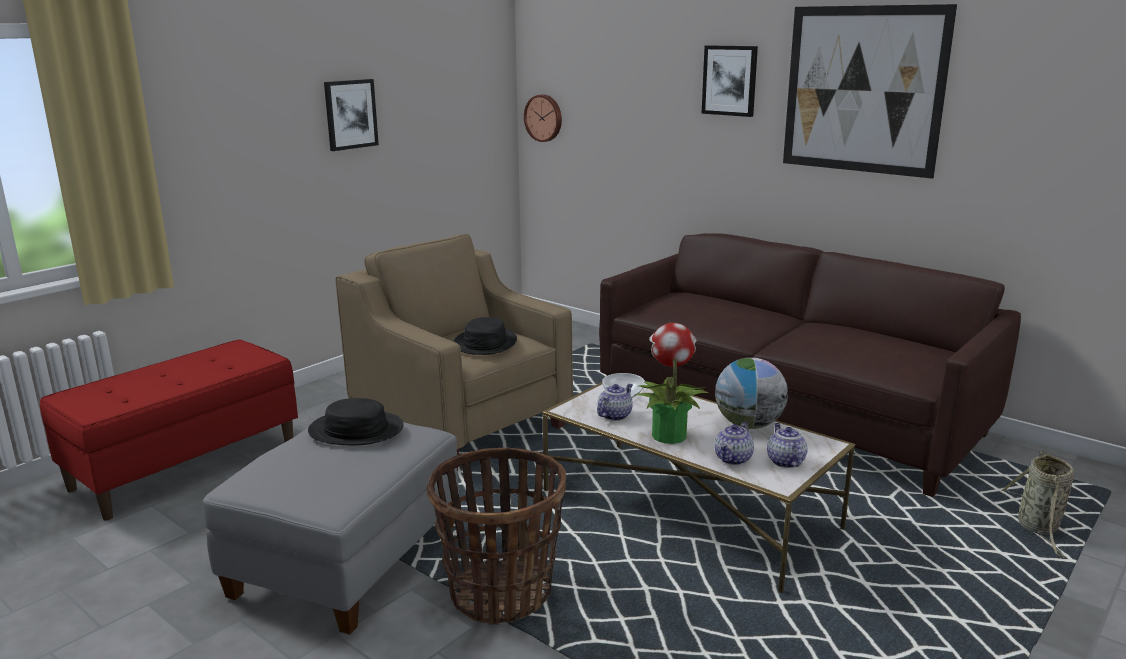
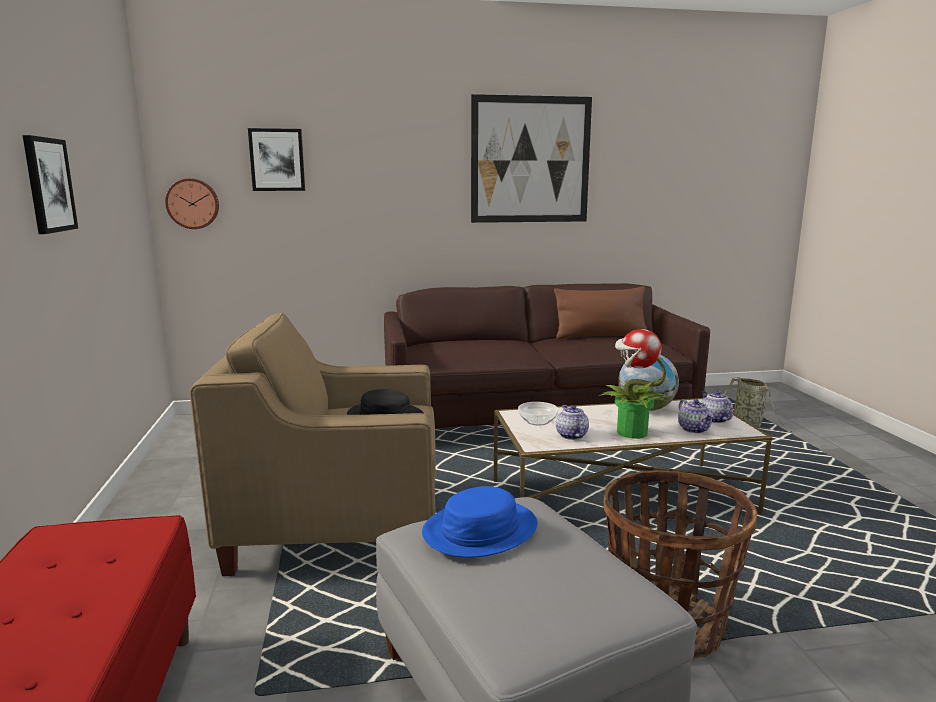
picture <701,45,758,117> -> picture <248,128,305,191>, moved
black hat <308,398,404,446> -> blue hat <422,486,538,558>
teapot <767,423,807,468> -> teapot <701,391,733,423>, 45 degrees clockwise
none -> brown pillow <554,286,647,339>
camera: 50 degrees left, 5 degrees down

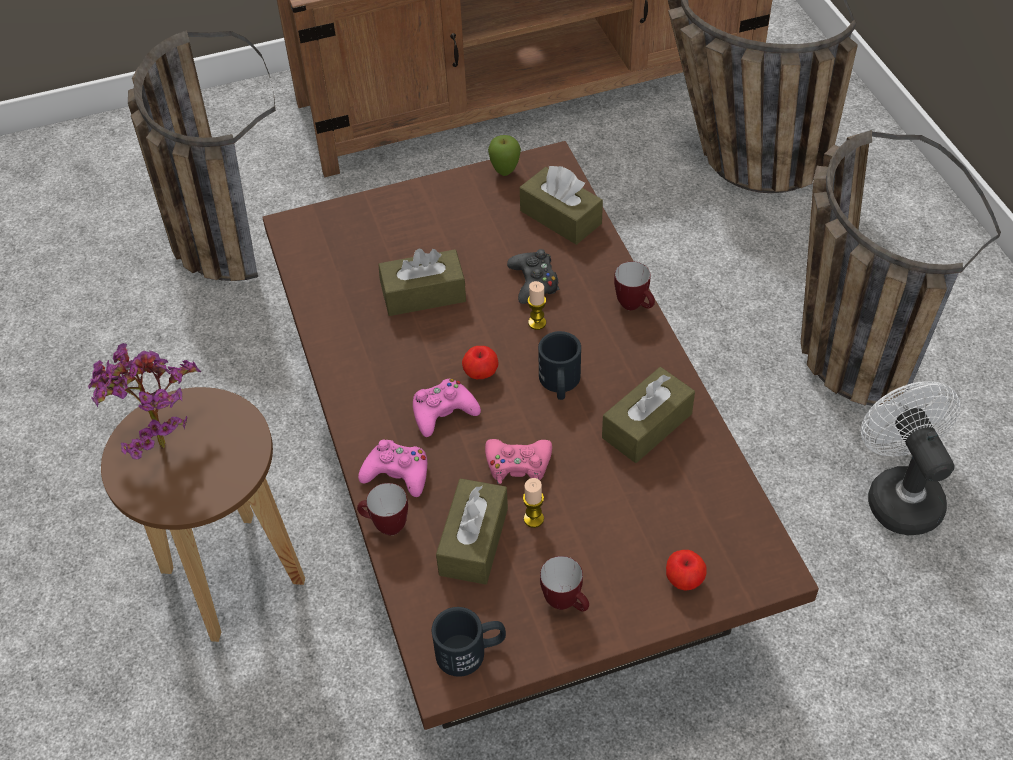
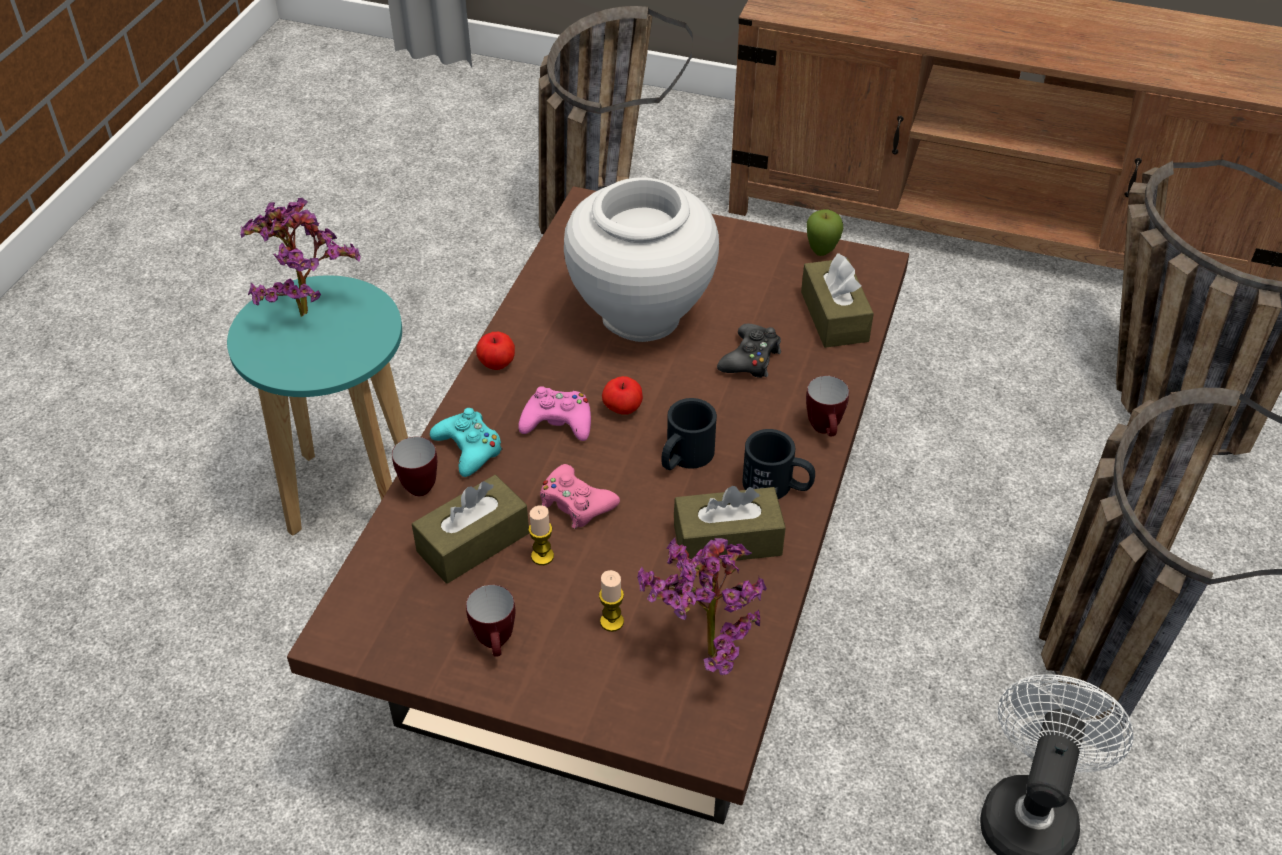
brown tissue box <378,249,466,316> -> white vase <564,177,719,342>
candle <528,281,546,330> -> candle <599,570,624,632>, moved
brown stool <101,387,305,642> -> turquoise stool <227,276,408,536>
pink game controller <358,440,427,497> -> turquoise game controller <430,408,503,477>
apple <666,550,707,591> -> apple <476,332,515,370>, moved
black mug <431,607,506,677> -> black mug <742,429,815,499>, moved
none -> potted plant <637,538,767,675>
camera: 35 degrees right, 5 degrees down

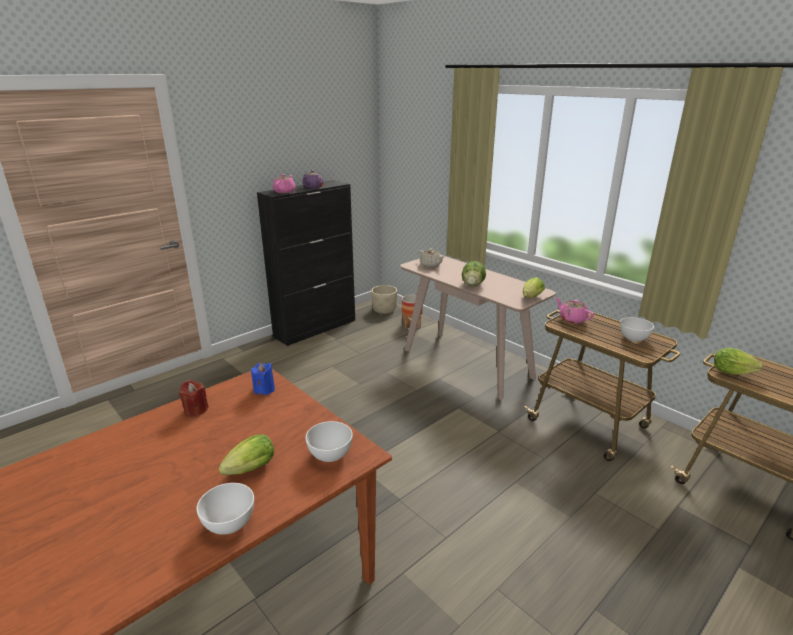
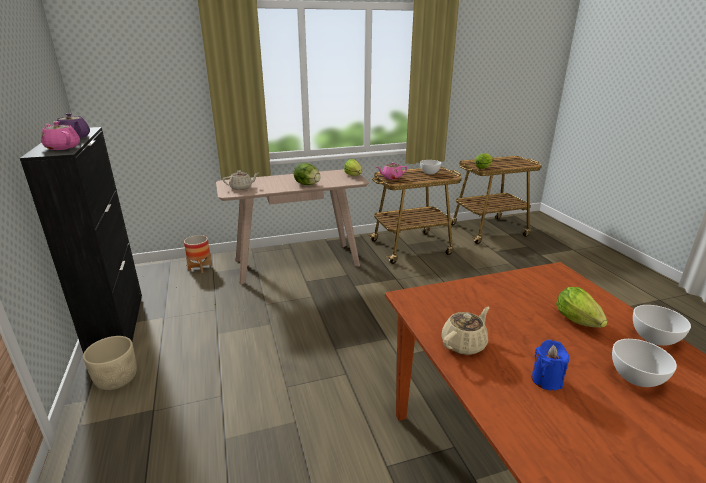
beige planter <371,285,397,314> -> beige planter <83,336,137,390>, moved
blue candle <251,363,275,395> -> blue candle <532,340,569,391>, moved
red candle <179,380,209,417> -> beige teapot <441,307,490,355>
white bowl <306,421,353,462> -> white bowl <612,339,677,387>, moved
camera: 65 degrees left, 0 degrees up

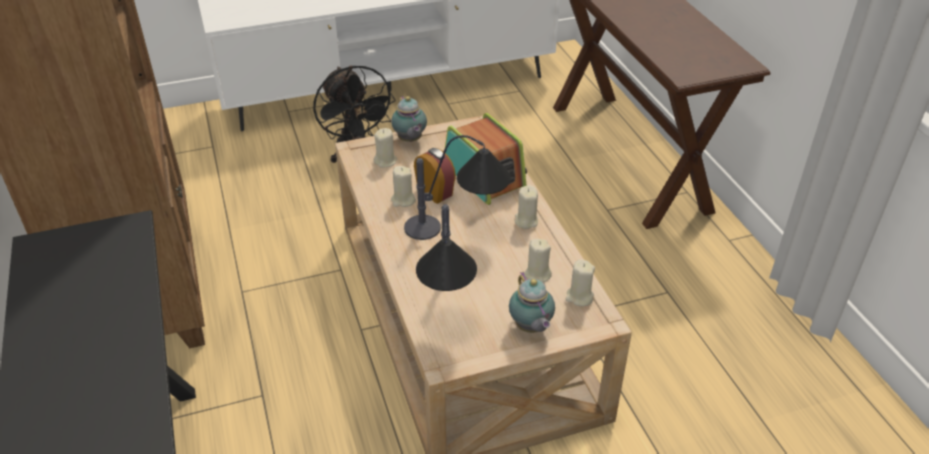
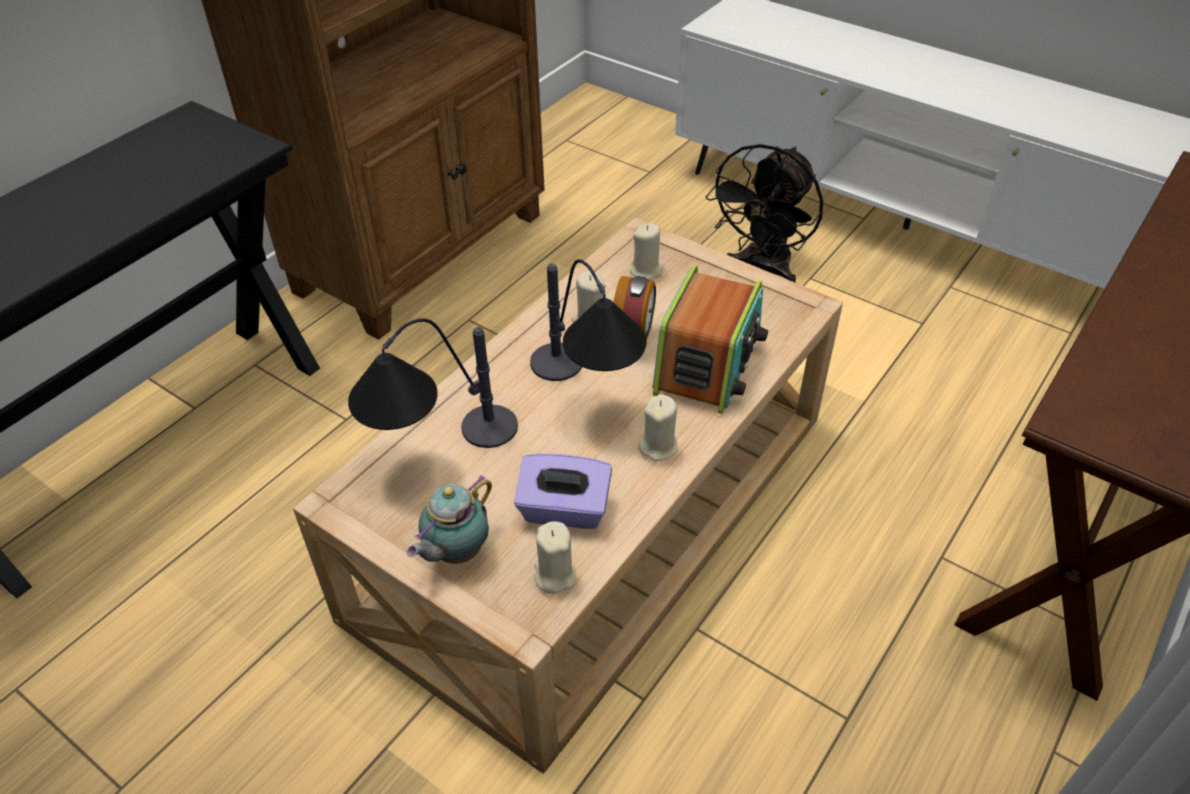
teapot <391,96,427,142> -> none
beige candle <524,239,552,282> -> purple tissue box <514,453,612,529>
camera: 55 degrees right, 5 degrees up

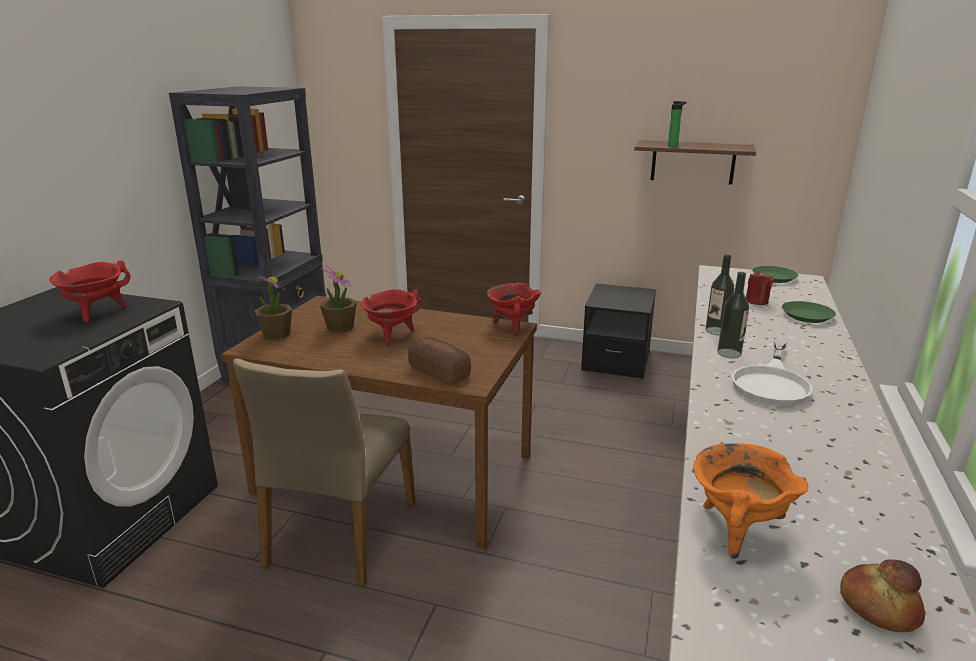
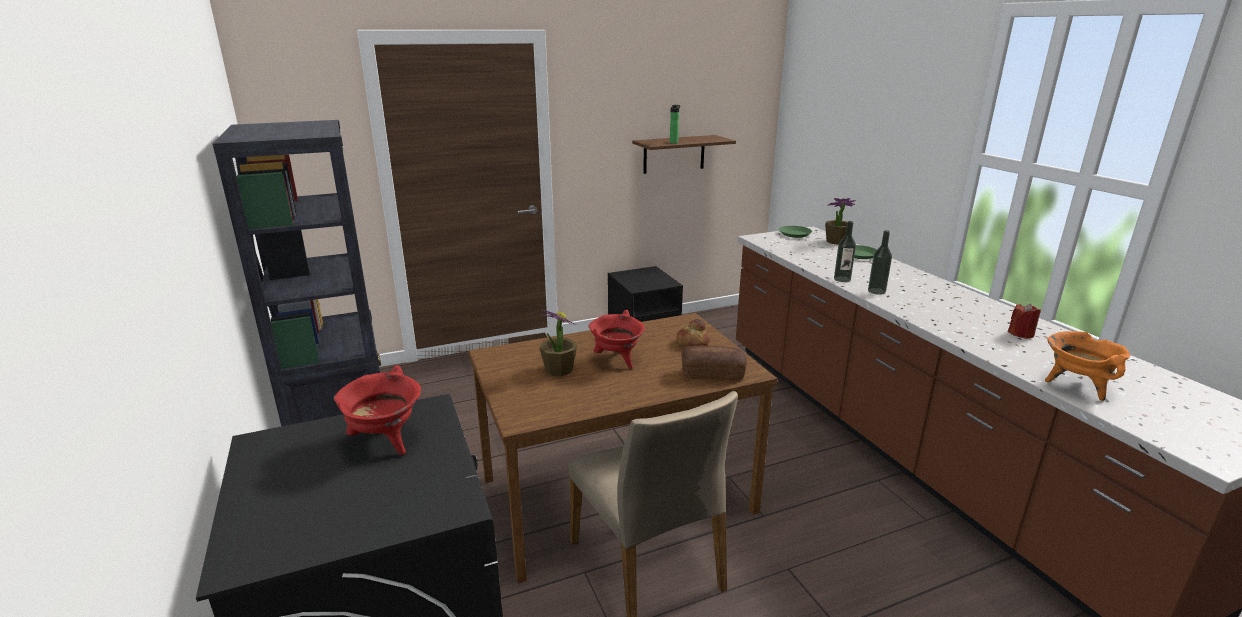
red candle <746,271,773,305> -> red candle <1008,303,1041,339>, moved
potted plant <254,273,292,340> -> potted plant <825,198,856,245>, moved
red cooking pot <487,283,542,336> -> none
white frying pan <732,341,813,406> -> none
bread <840,559,925,633> -> bread <677,319,710,347>, moved
camera: 40 degrees left, 0 degrees up

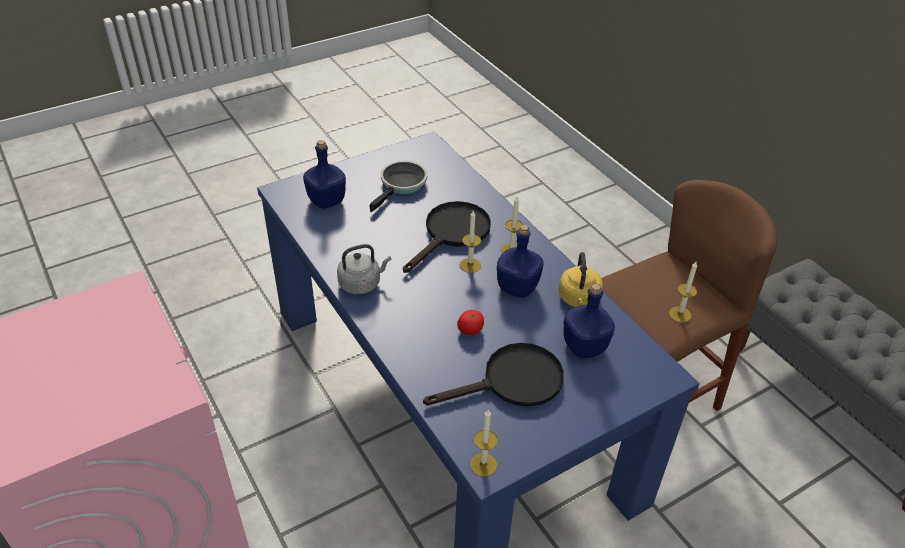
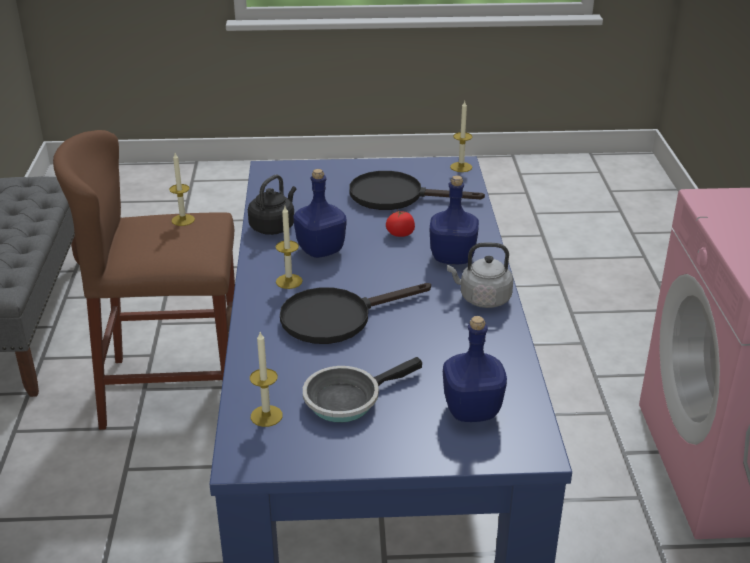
candle <460,211,481,273> -> candle <250,332,283,427>, moved
yellow kettle <559,252,603,307> -> black kettle <248,175,296,235>
blue bottle <563,284,615,358> -> blue bottle <429,175,479,264>, moved
camera: 150 degrees left, 10 degrees down

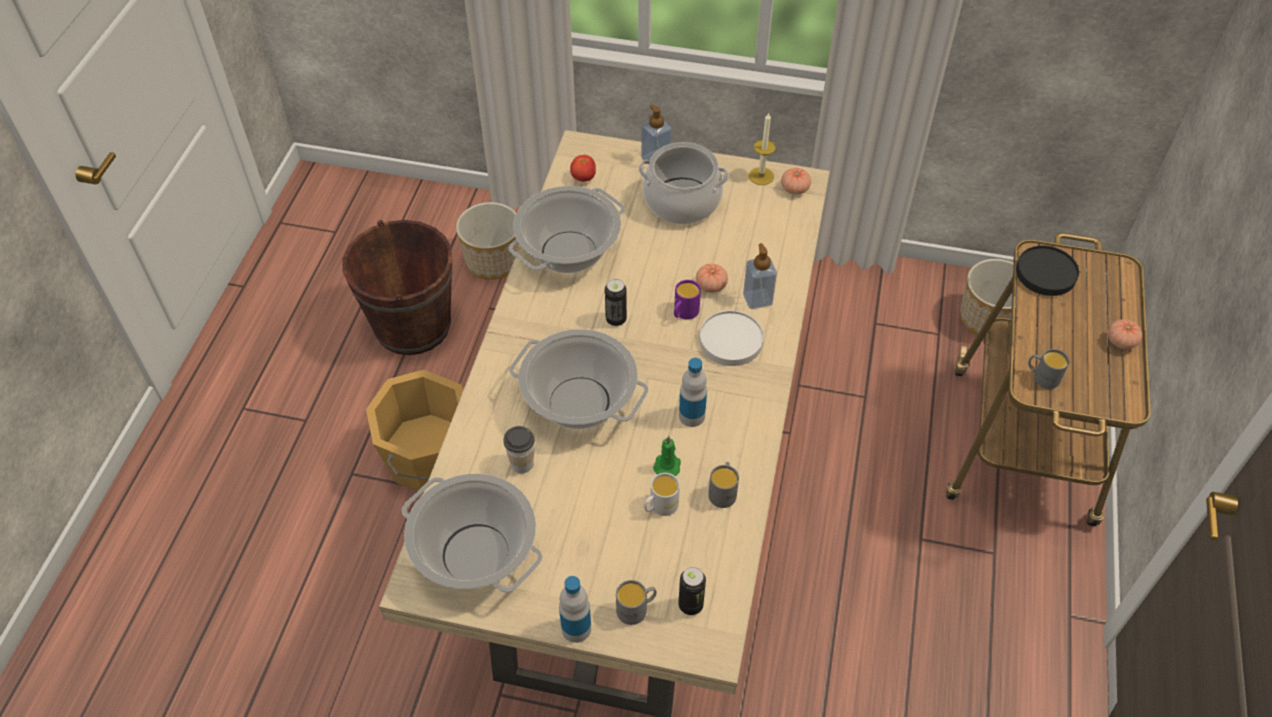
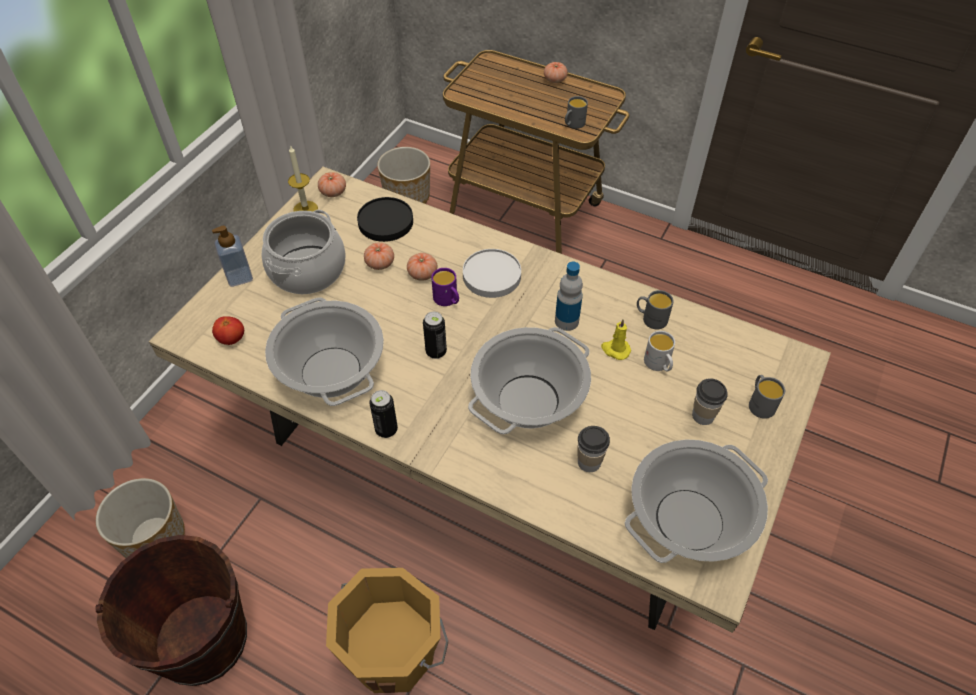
soap dispenser <743,243,777,309> -> none
black plate <1016,245,1079,296> -> black plate <357,197,413,242>, moved
green candle <653,436,681,476> -> yellow candle <601,319,631,360>
can <678,567,706,615> -> can <370,390,398,438>, moved
bottle <559,576,591,643> -> none
none -> tomato <364,243,394,270>
none -> cup <692,378,728,425>
camera: 75 degrees left, 0 degrees up

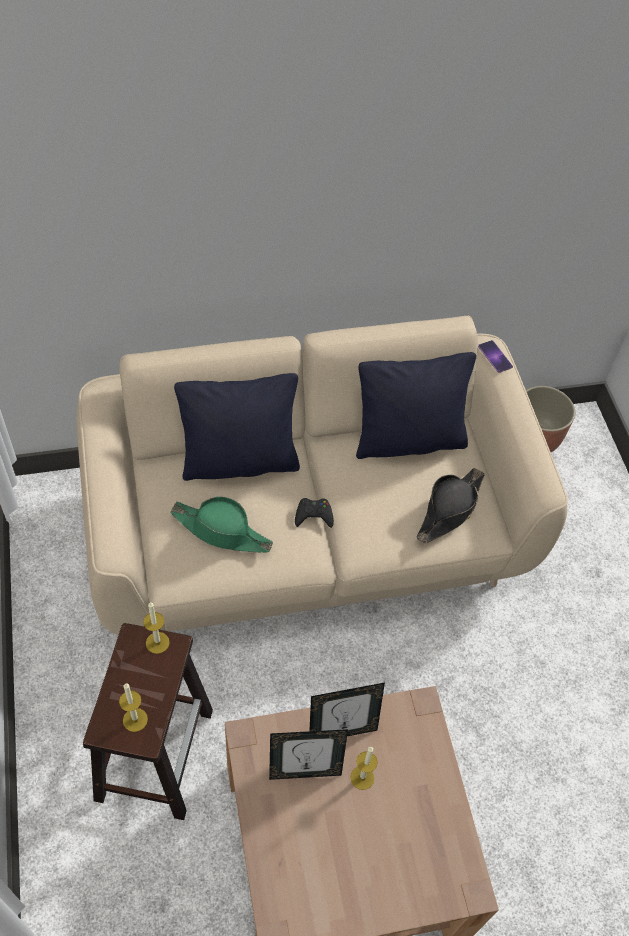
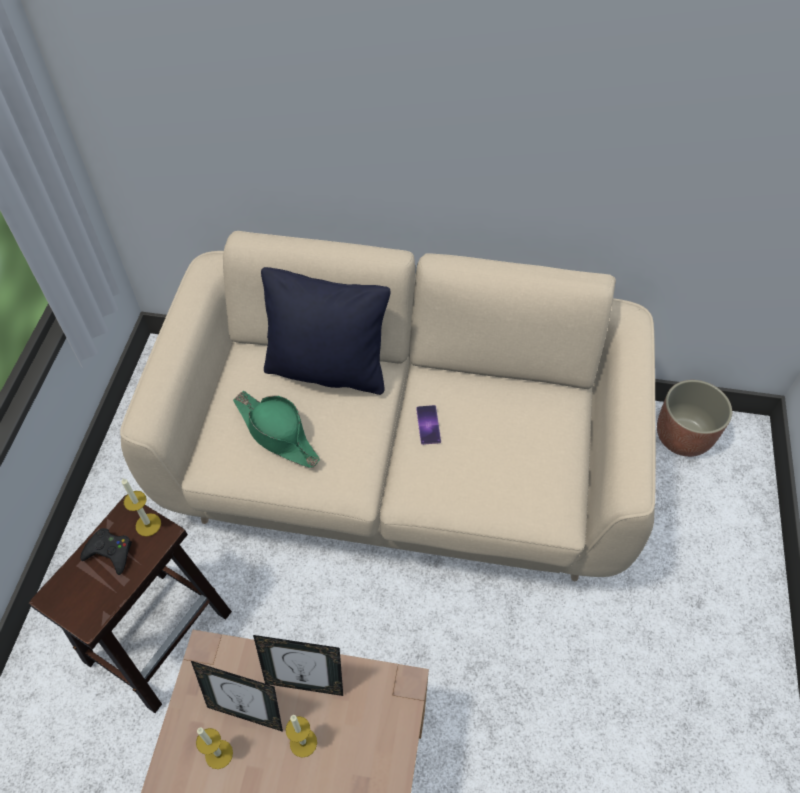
phone <478,340,513,373> -> phone <416,405,441,445>, moved
black pillow <356,352,476,459> -> none
black hat <417,468,485,543> -> none
black game controller <295,498,334,528> -> black game controller <80,528,132,575>, moved
candle <119,683,148,732> -> candle <196,727,233,769>, moved
camera: 25 degrees right, 0 degrees up

